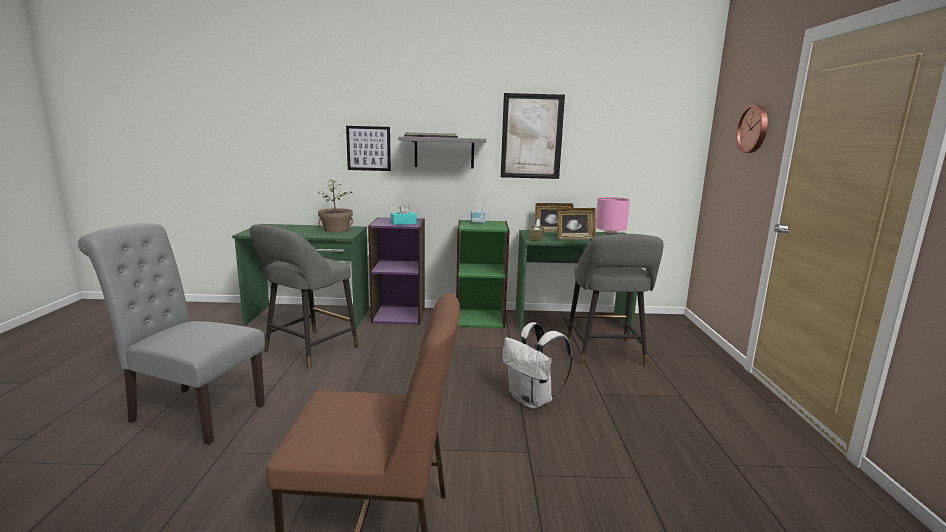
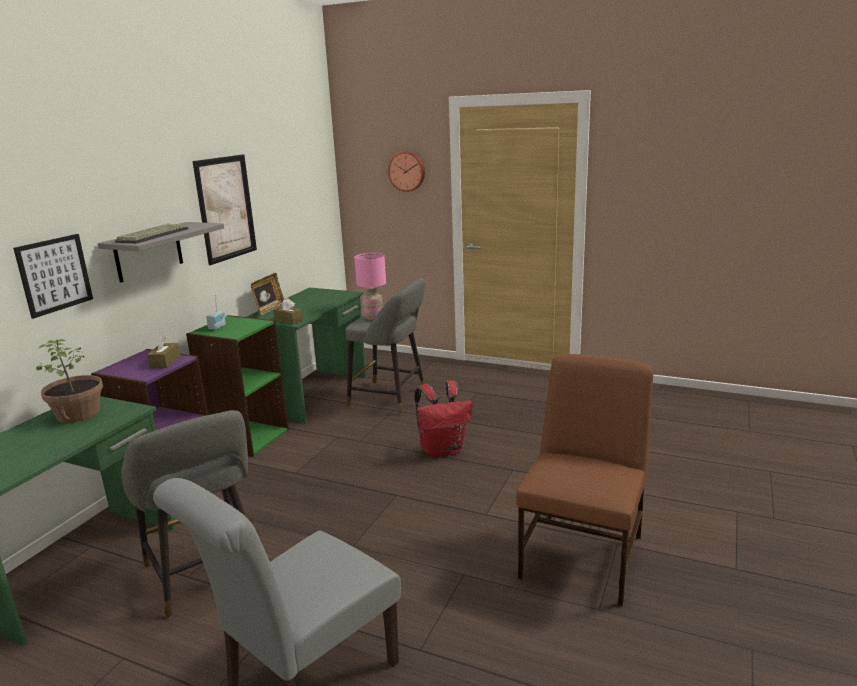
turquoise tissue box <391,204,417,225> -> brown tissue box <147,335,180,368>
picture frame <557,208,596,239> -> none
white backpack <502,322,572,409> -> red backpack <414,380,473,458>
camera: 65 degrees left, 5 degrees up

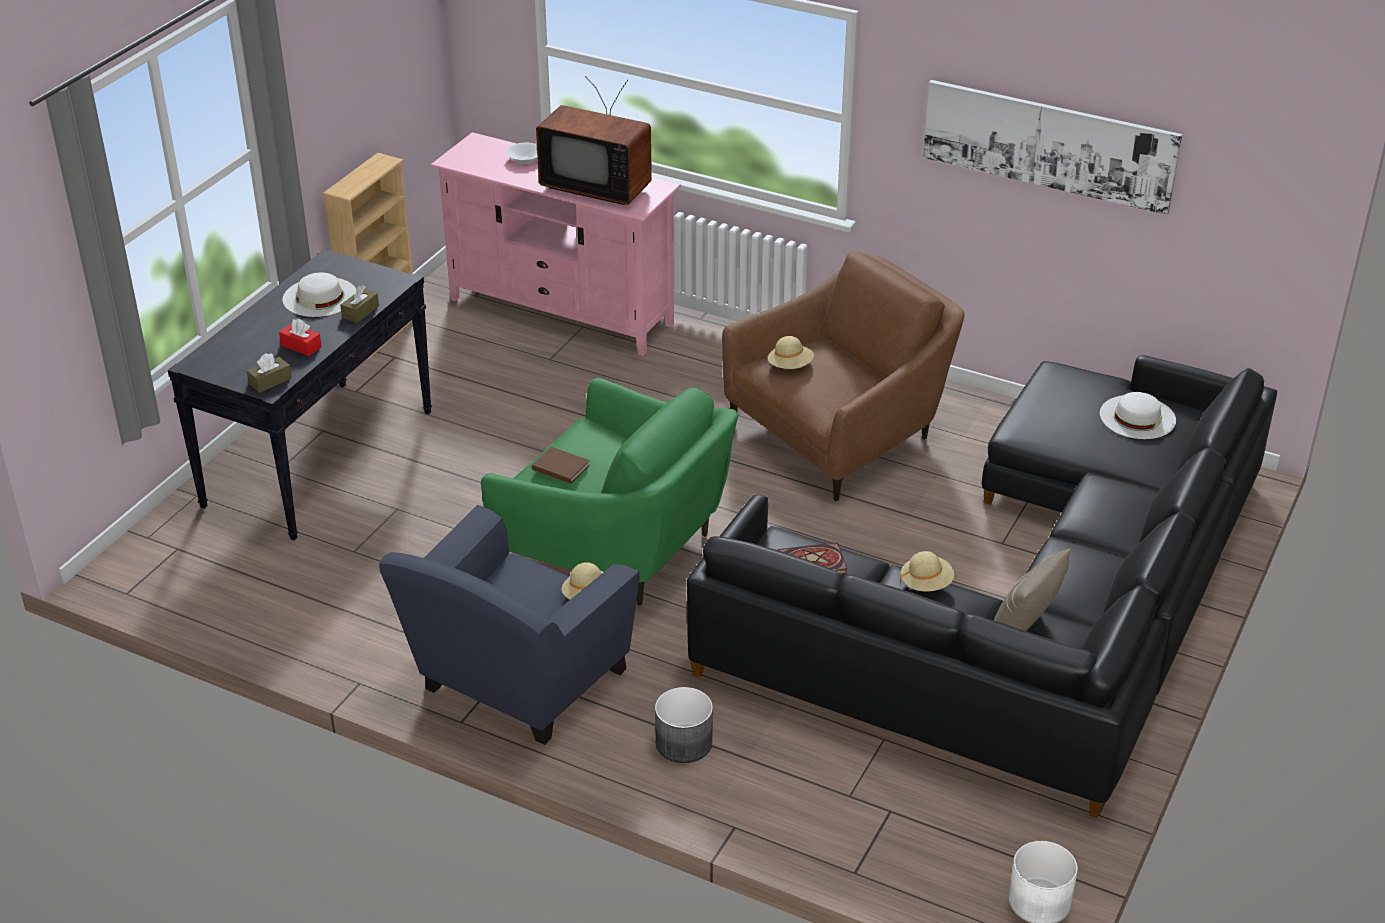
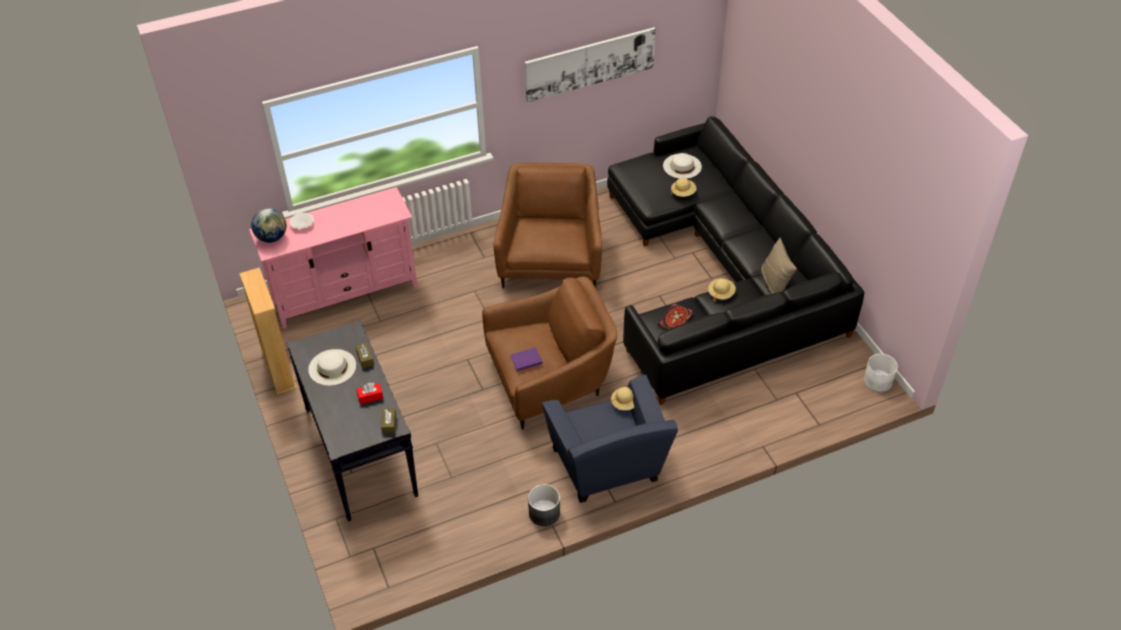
television <536,76,652,205> -> none
beige hat <768,336,814,369> -> beige hat <671,178,696,197>, moved
green armchair <481,378,738,606> -> brown armchair <482,277,618,430>
brown book <532,447,590,484> -> purple book <510,347,543,371>
grey planter <655,687,713,763> -> grey planter <528,484,560,526>, moved
none -> globe <251,208,287,243>
camera: 50 degrees left, 10 degrees up

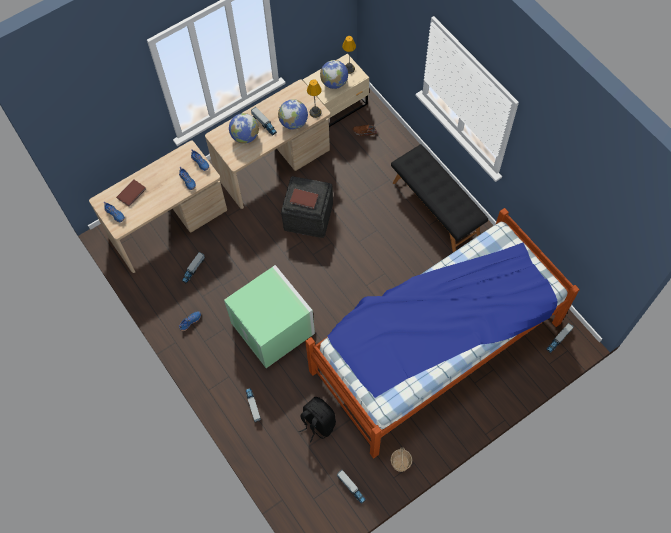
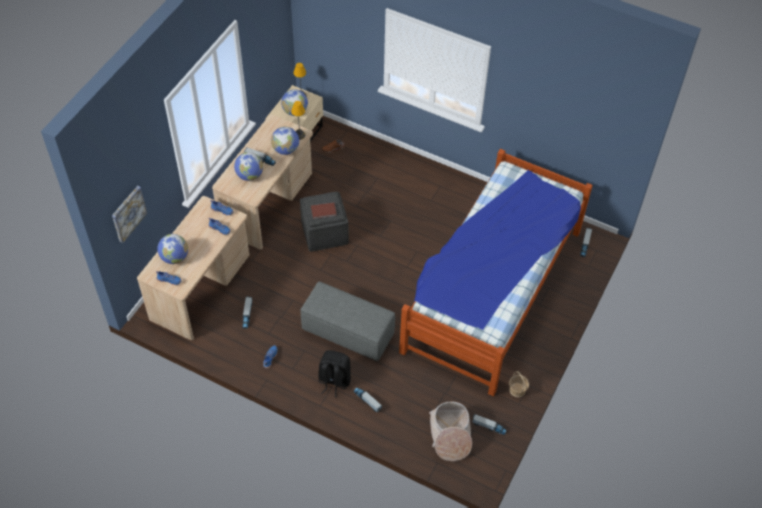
black bench <391,144,488,252> -> none
brown book <116,179,146,207> -> globe <157,234,188,264>
green storage box <224,265,315,368> -> grey ottoman <300,282,395,361>
black backpack <299,397,336,443> -> black backpack <318,350,351,397>, moved
none -> picture <112,186,147,243>
none -> basket <429,402,472,461>
camera: 30 degrees left, 10 degrees down

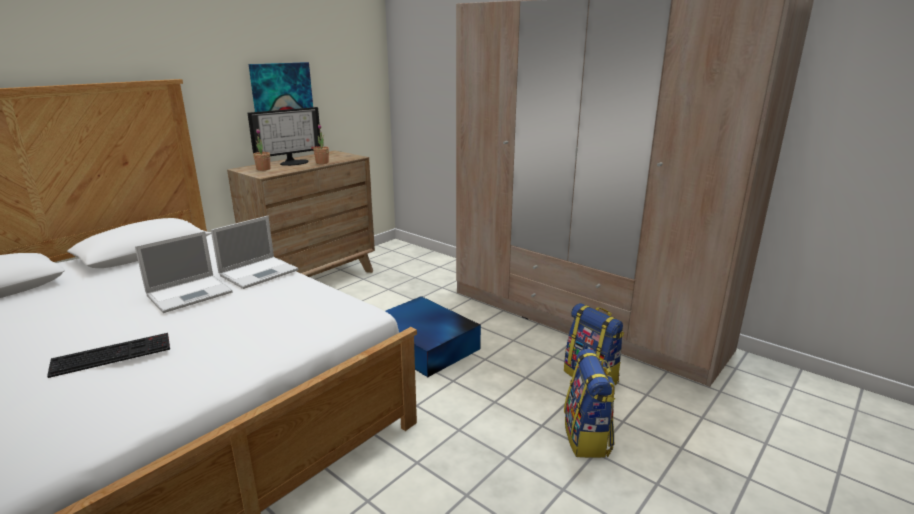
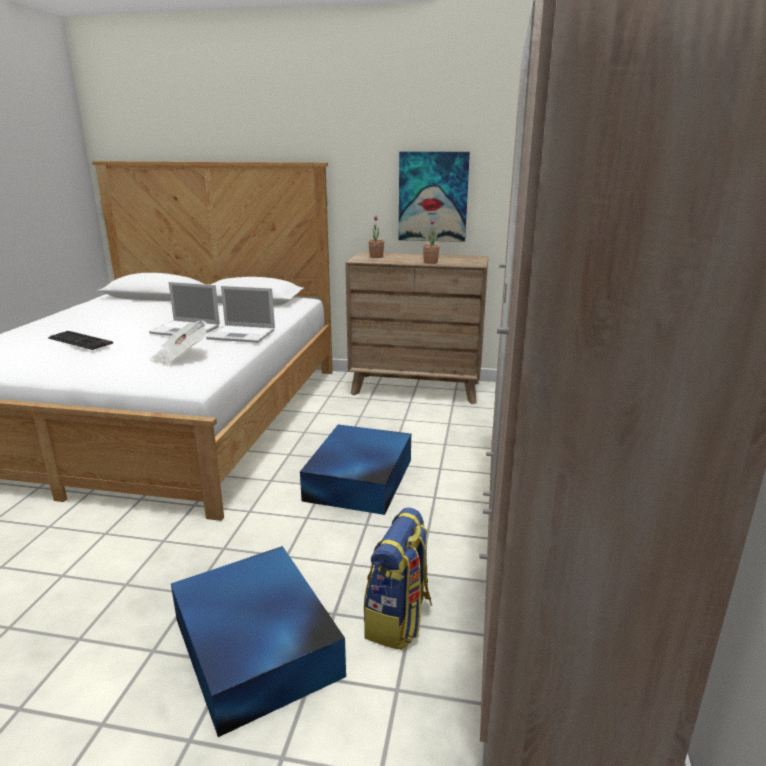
monitor <247,107,321,166> -> none
backpack <564,349,615,458> -> blue storage box <171,546,346,737>
none -> newspaper <150,321,207,363>
camera: 60 degrees right, 0 degrees up

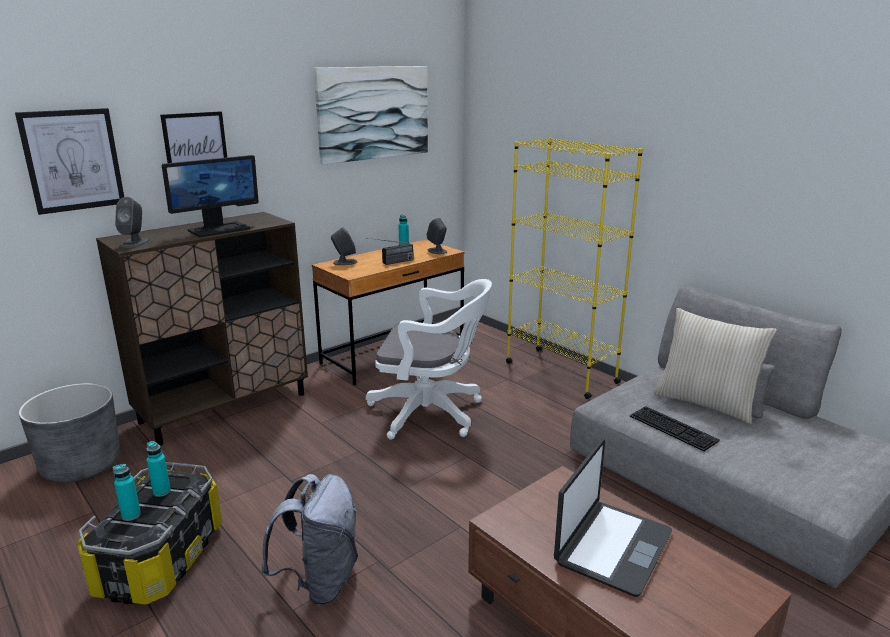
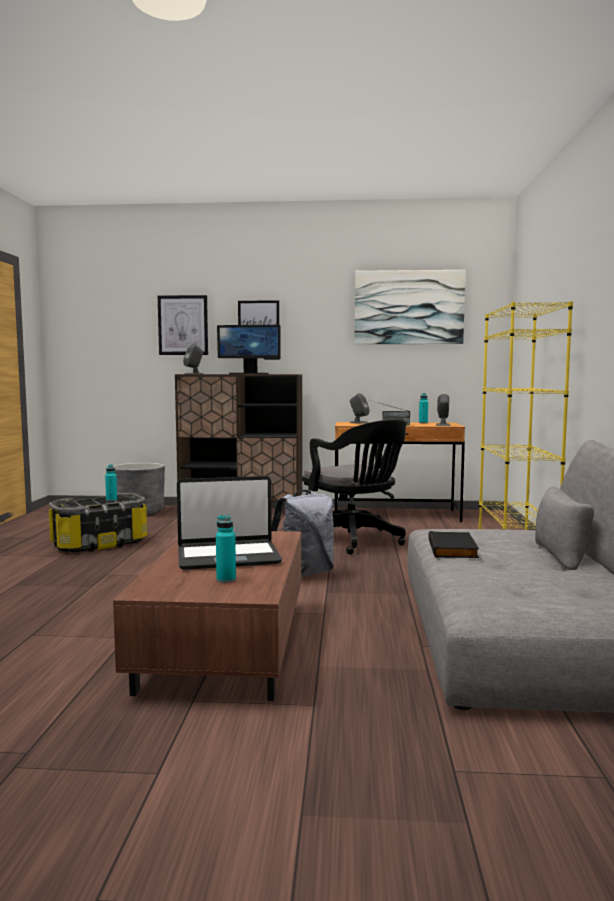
white office chair <366,279,492,440> -> black office chair <302,419,406,555>
beige pillow <654,308,777,424> -> none
keyboard <630,406,720,451> -> black book <428,531,479,558>
turquoise bottle <113,464,141,521> -> turquoise bottle <216,515,236,583>, moved
grey backpack <261,474,358,605> -> grey backpack <271,490,334,577>, moved
camera: 45 degrees right, 15 degrees down

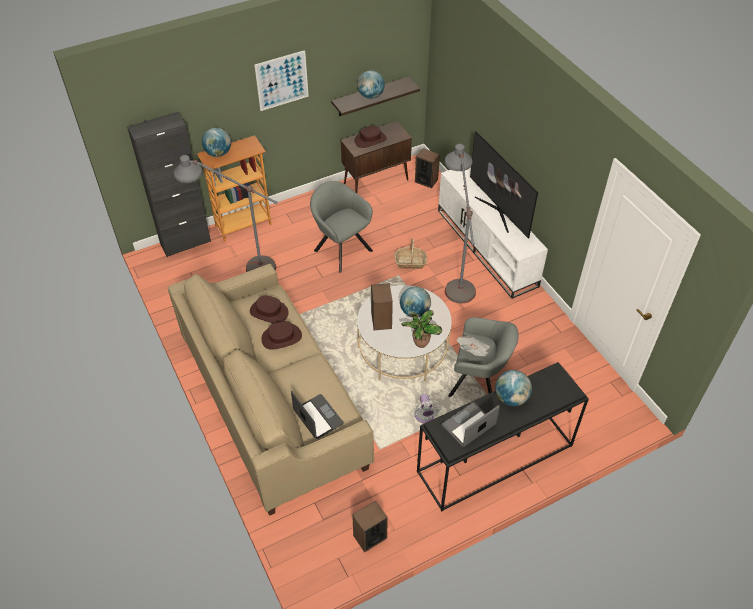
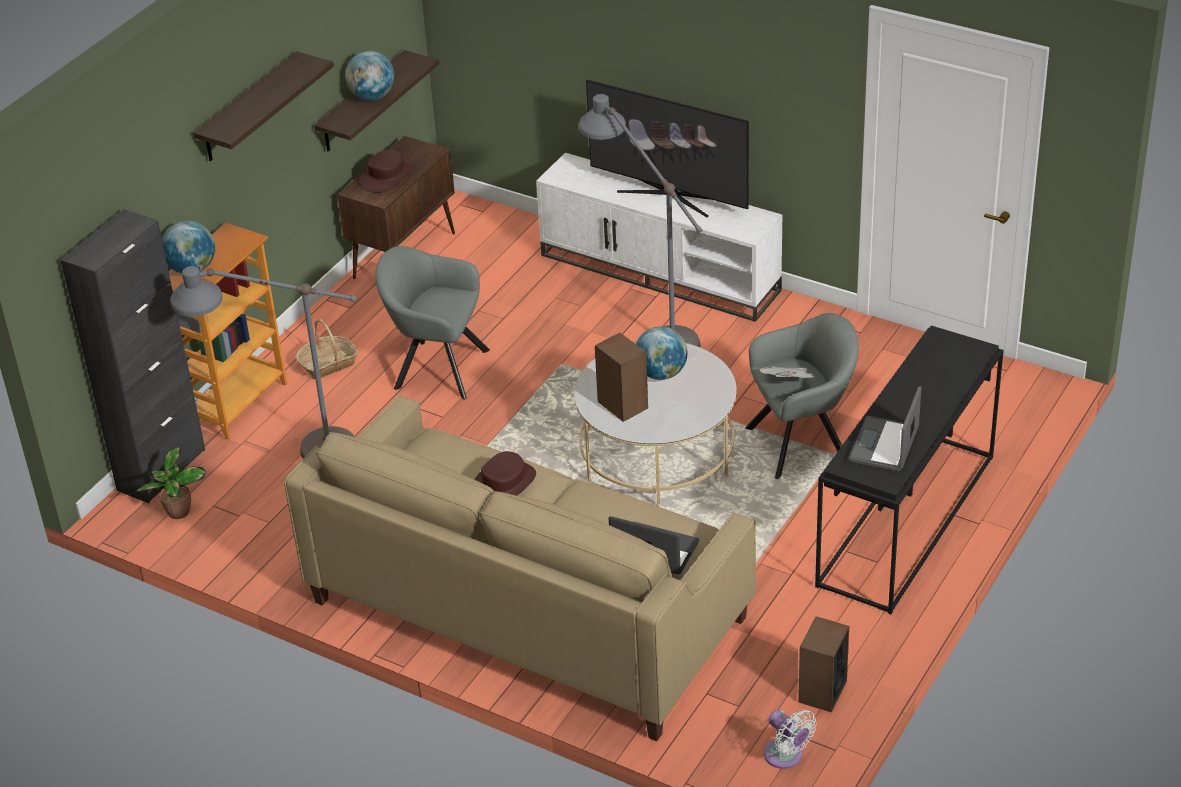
picture <254,50,309,111> -> shelf <193,51,334,161>
speaker <415,148,440,188> -> none
basket <395,238,427,269> -> basket <296,319,359,379>, moved
brown hat <250,296,289,324> -> none
potted plant <401,310,442,348> -> potted plant <137,447,206,519>, moved
globe <495,370,532,406> -> none
white fan <414,394,441,423> -> white fan <764,709,817,769>, moved
camera: 30 degrees left, 10 degrees down

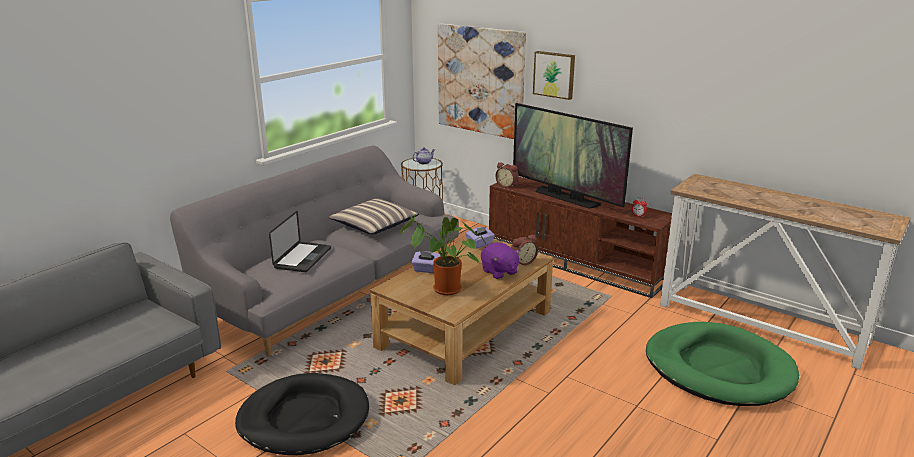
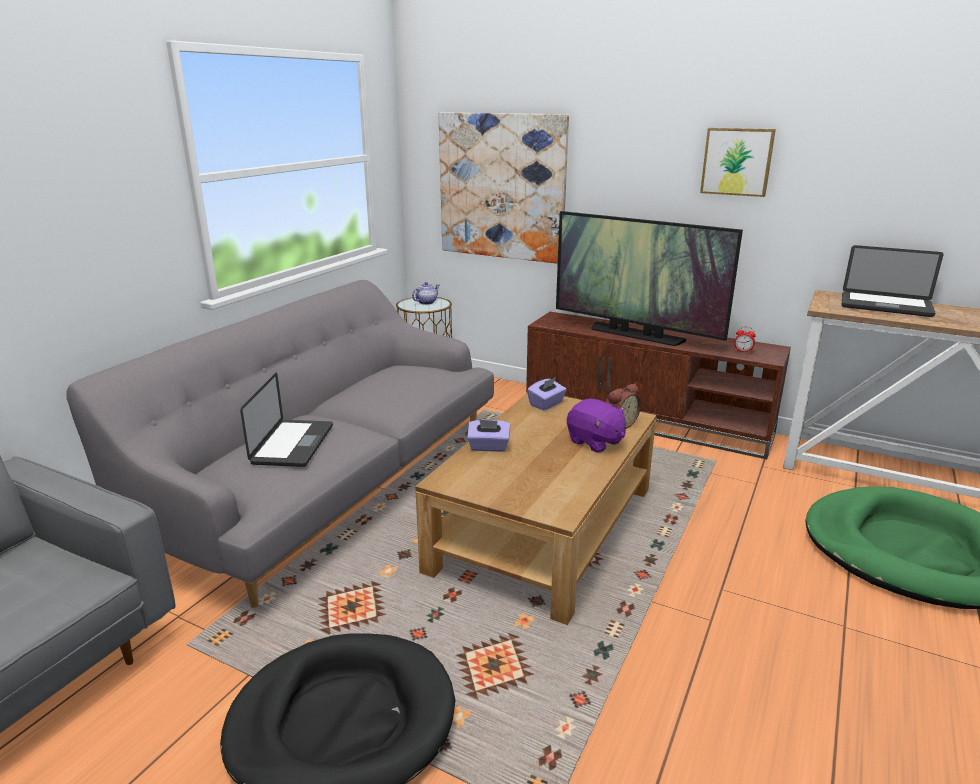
picture <533,51,575,100> -> picture <700,128,776,197>, moved
alarm clock <495,162,519,188> -> none
pillow <328,198,419,234> -> none
potted plant <400,214,486,295> -> none
none -> laptop <842,245,943,317>
camera: 10 degrees left, 0 degrees up

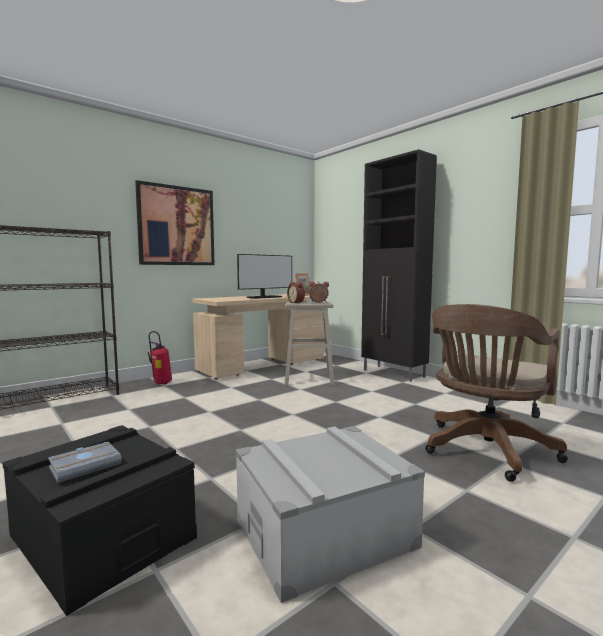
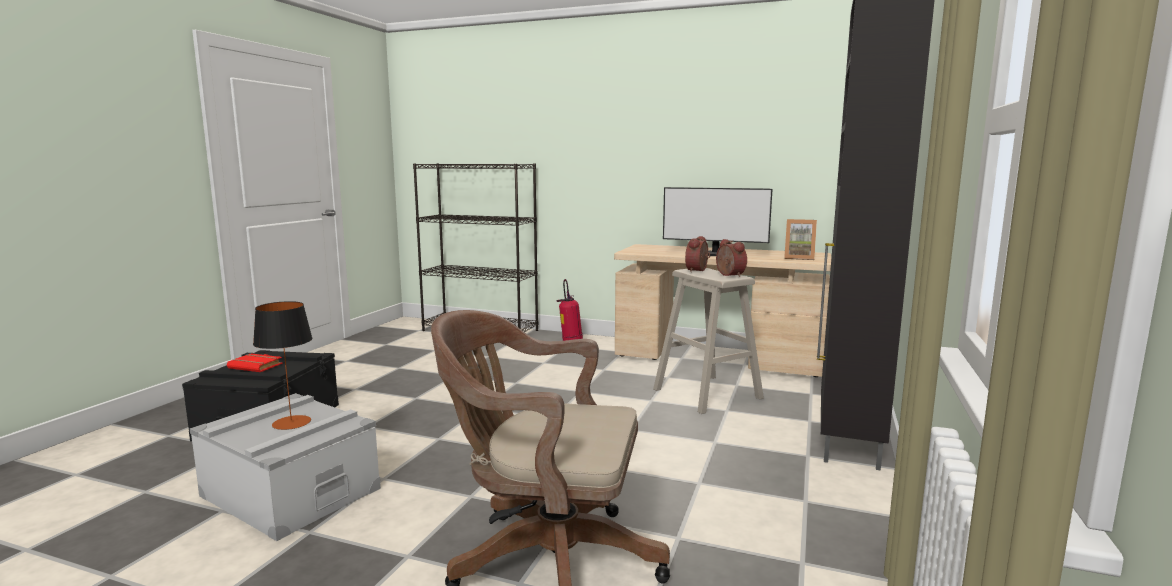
picture <135,180,215,265> -> none
grey book <48,442,122,483> -> red book <227,353,283,372>
none -> table lamp <253,301,313,430>
camera: 60 degrees right, 5 degrees up

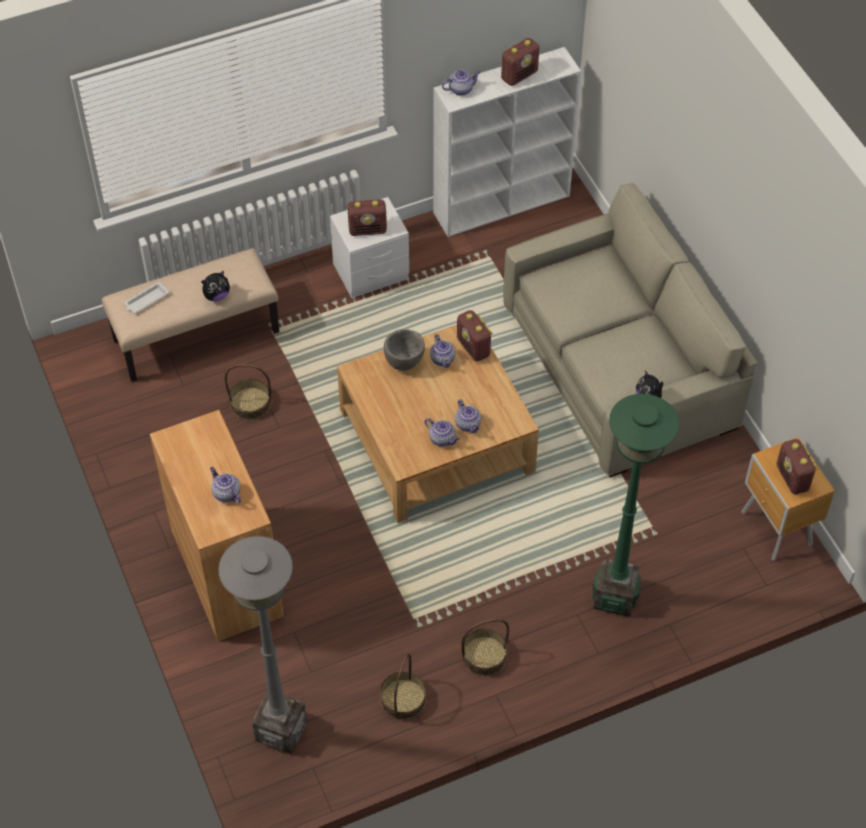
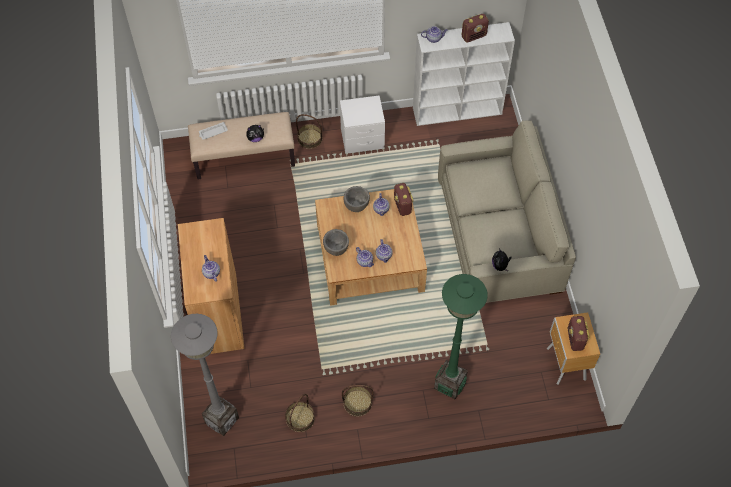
radio <347,199,387,236> -> none
basket <224,364,271,420> -> basket <296,114,323,149>, moved
none -> grey bowl <323,229,349,256>
camera: 15 degrees right, 5 degrees up

